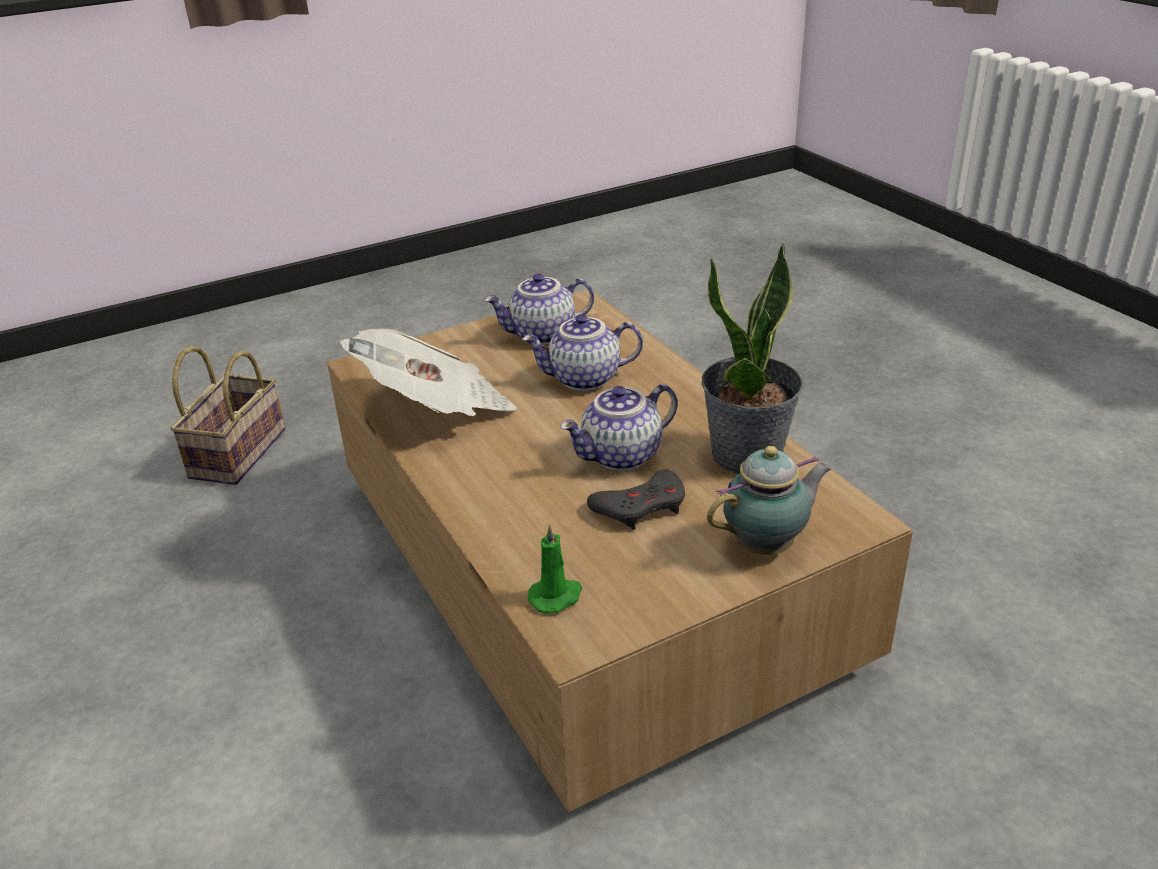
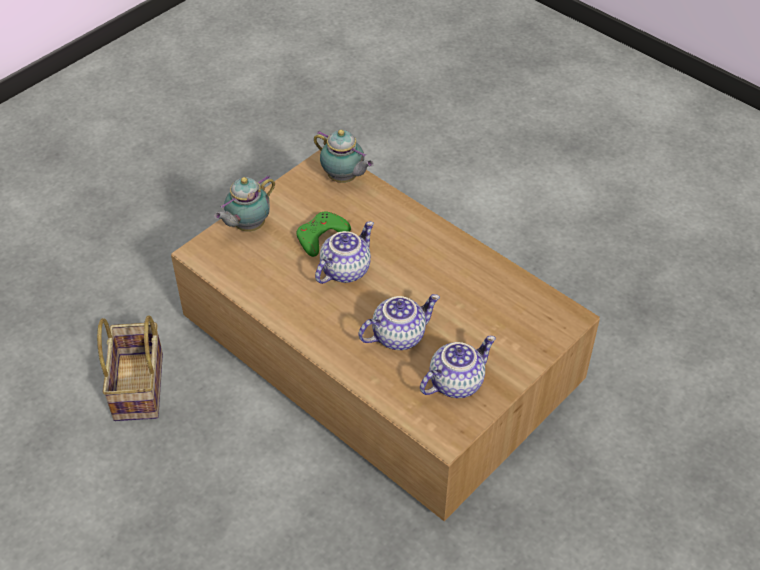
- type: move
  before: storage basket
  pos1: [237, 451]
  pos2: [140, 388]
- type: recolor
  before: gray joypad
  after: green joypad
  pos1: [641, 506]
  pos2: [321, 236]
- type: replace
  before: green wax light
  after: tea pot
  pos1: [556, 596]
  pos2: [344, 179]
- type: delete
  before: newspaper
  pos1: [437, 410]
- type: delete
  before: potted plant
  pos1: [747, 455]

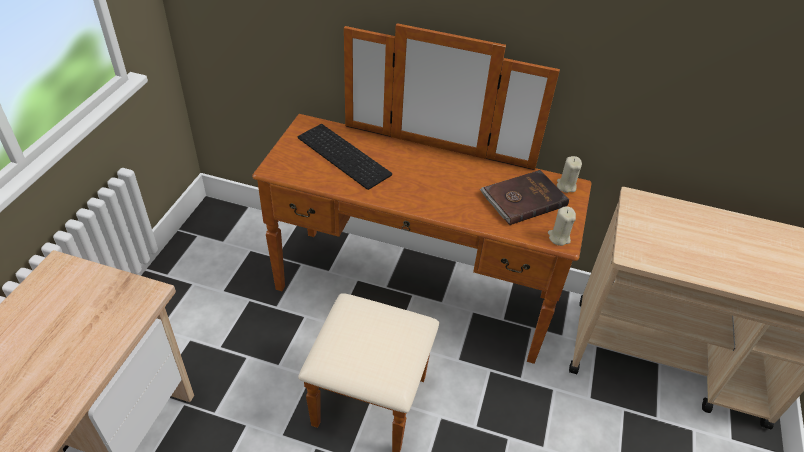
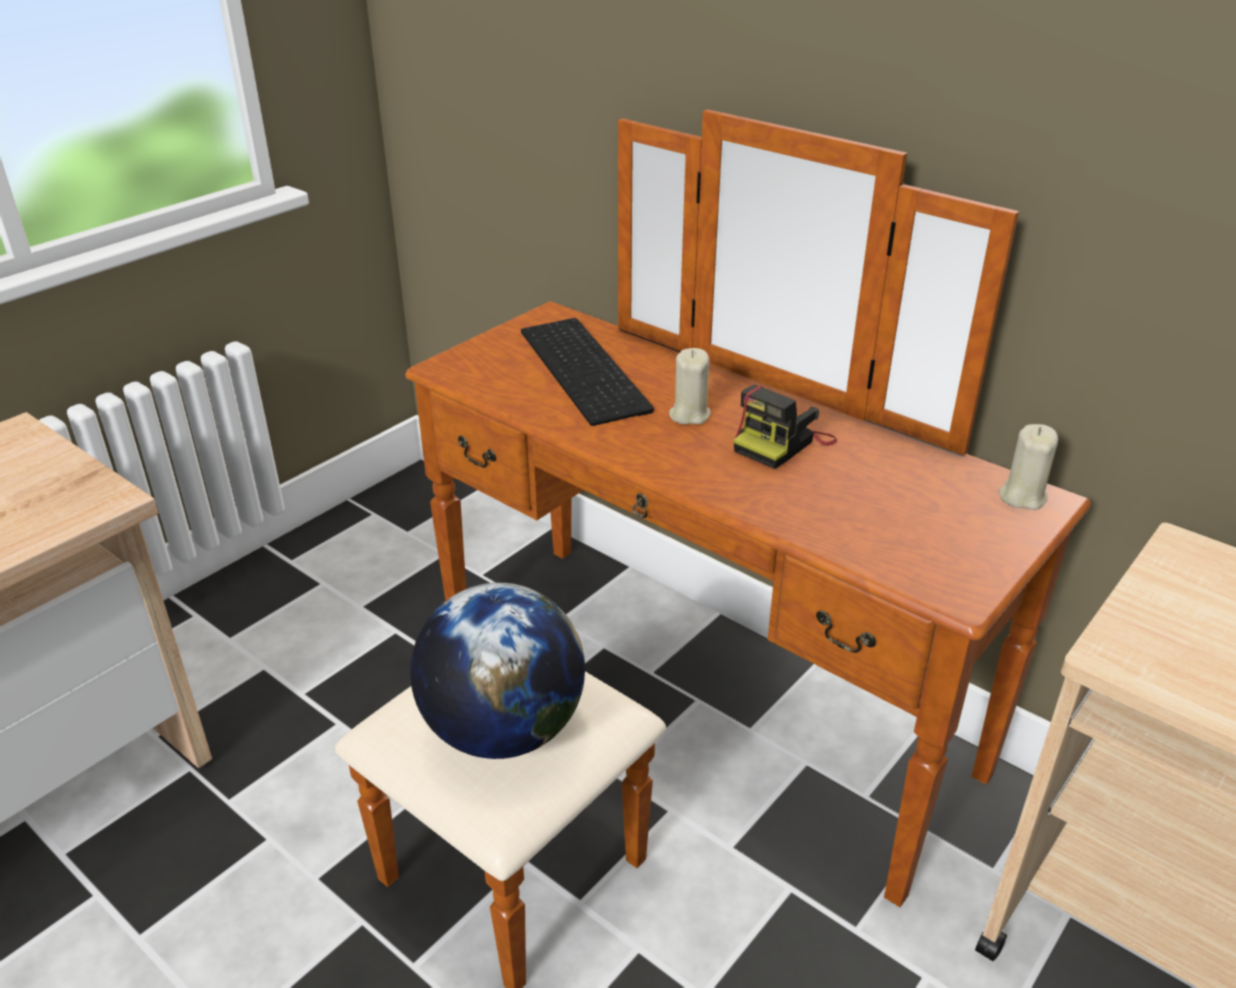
- type: insert
  after: globe
  pos2: [503, 731]
- type: move
  before: beige-coloured wax light
  pos1: [558, 237]
  pos2: [689, 414]
- type: insert
  after: still camera
  pos2: [782, 443]
- type: delete
  before: brown-coloured book
  pos1: [523, 199]

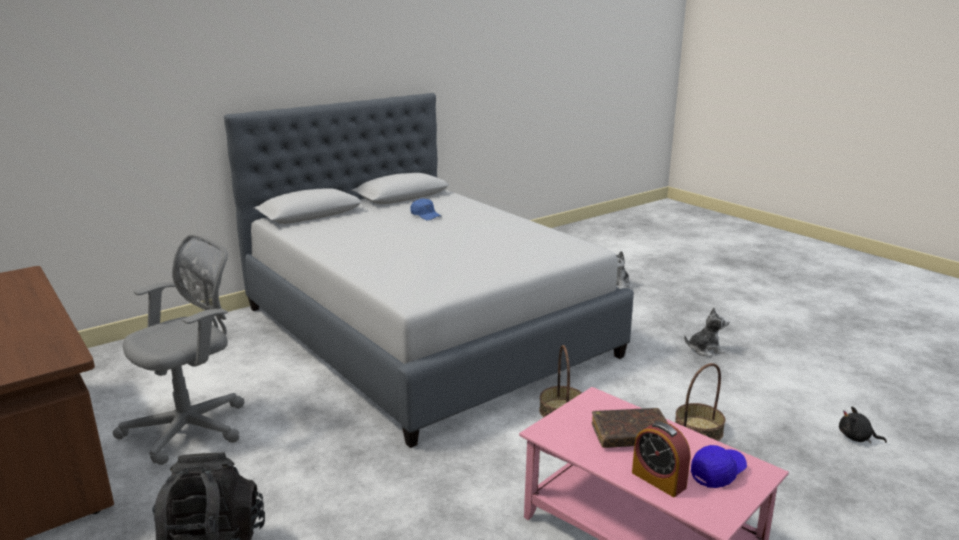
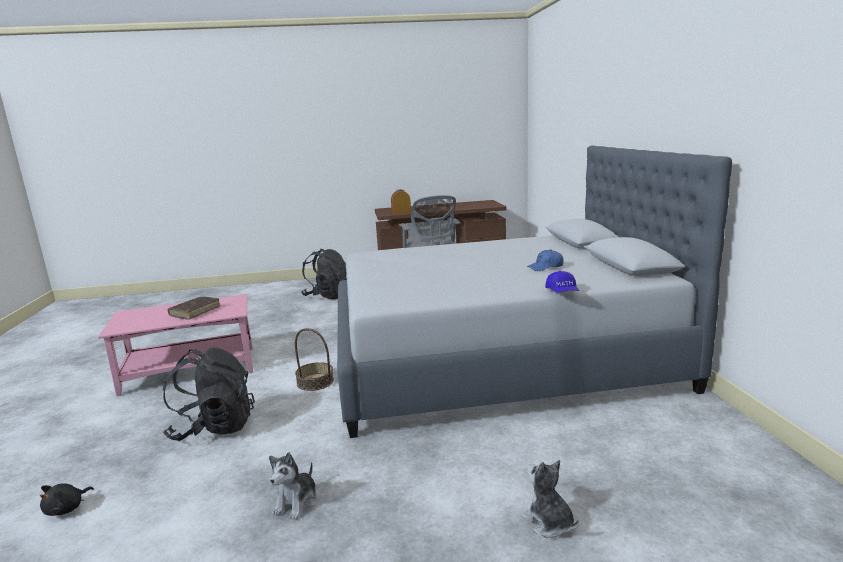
- type: rotate
  before: blackish plush toy
  pos1: [856, 438]
  pos2: [67, 509]
  turn: 150
- type: replace
  before: storage basket
  after: blackish backpack
  pos1: [698, 430]
  pos2: [214, 427]
- type: move
  before: alarm clock
  pos1: [658, 480]
  pos2: [401, 212]
- type: move
  before: blue cap
  pos1: [717, 473]
  pos2: [562, 292]

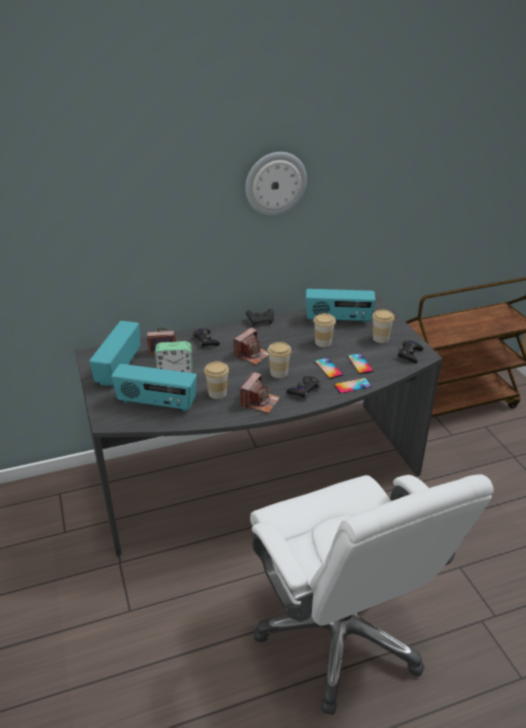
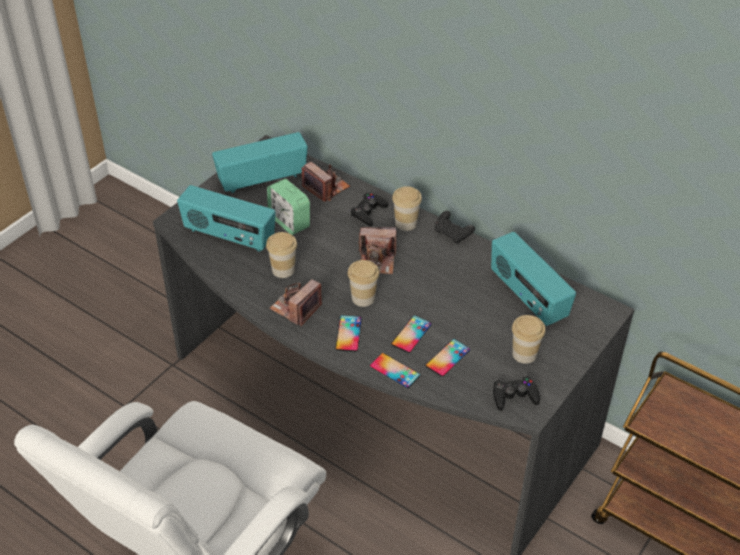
- type: rotate
  before: radio set
  pos1: [156, 403]
  pos2: [229, 237]
  turn: -45
- type: rotate
  before: still camera
  pos1: [259, 402]
  pos2: [296, 308]
  turn: 135
- type: replace
  before: blackish joypad
  after: telephone
  pos1: [304, 390]
  pos2: [348, 333]
- type: move
  before: drinking cup
  pos1: [323, 342]
  pos2: [406, 223]
- type: delete
  before: wall clock
  pos1: [275, 183]

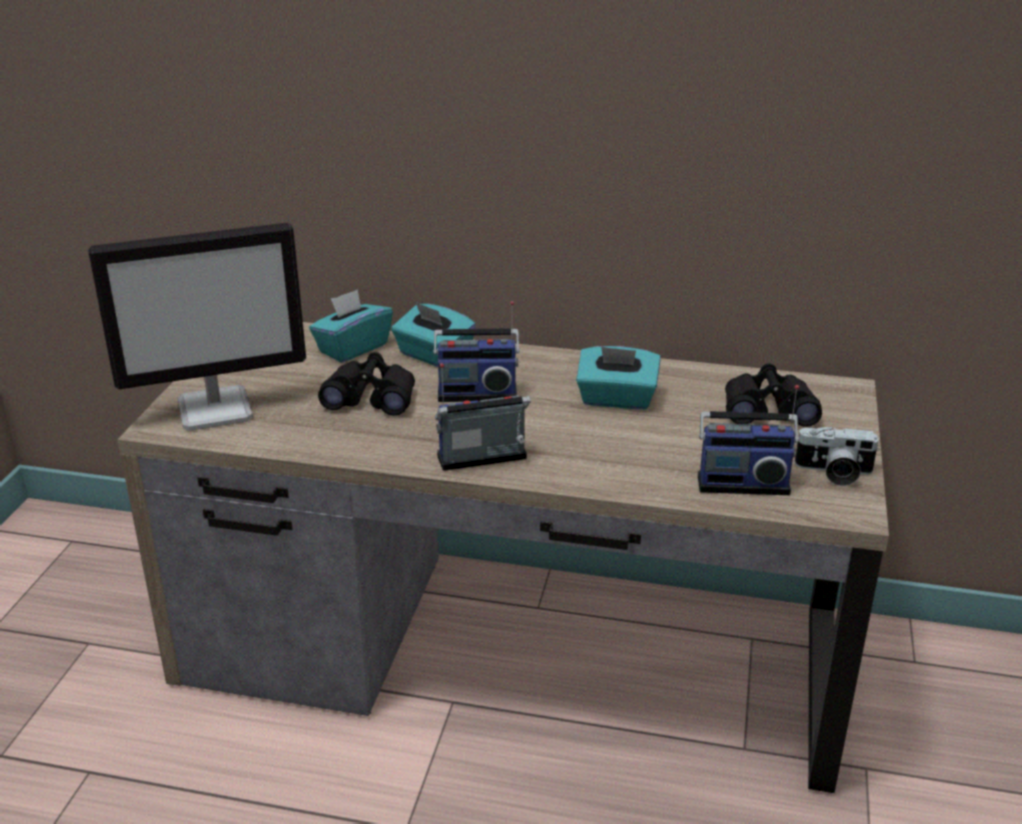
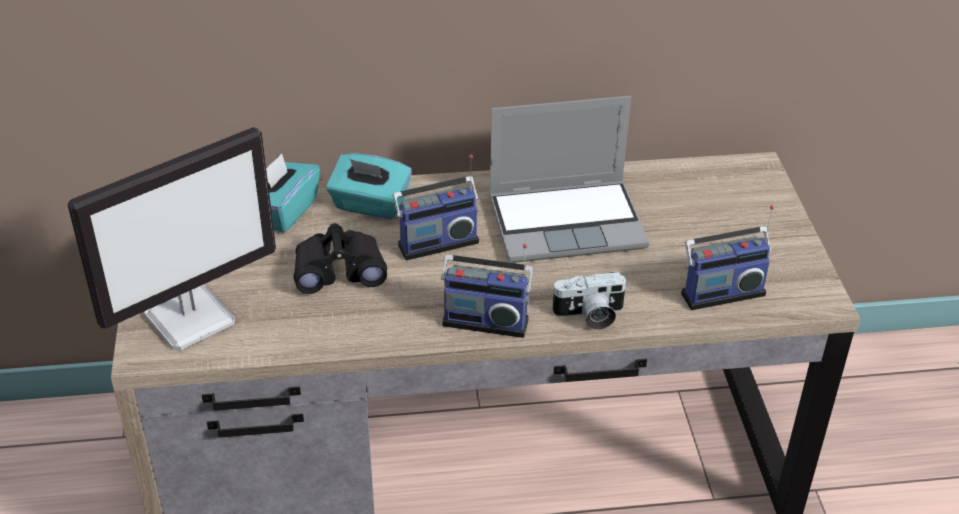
- type: rotate
  before: radio set
  pos1: [483, 460]
  pos2: [486, 319]
  turn: -135
- type: replace
  before: turquoise tissue box
  after: laptop
  pos1: [616, 399]
  pos2: [568, 222]
- type: move
  before: still camera
  pos1: [833, 473]
  pos2: [589, 316]
- type: delete
  before: blackish binoculars
  pos1: [768, 410]

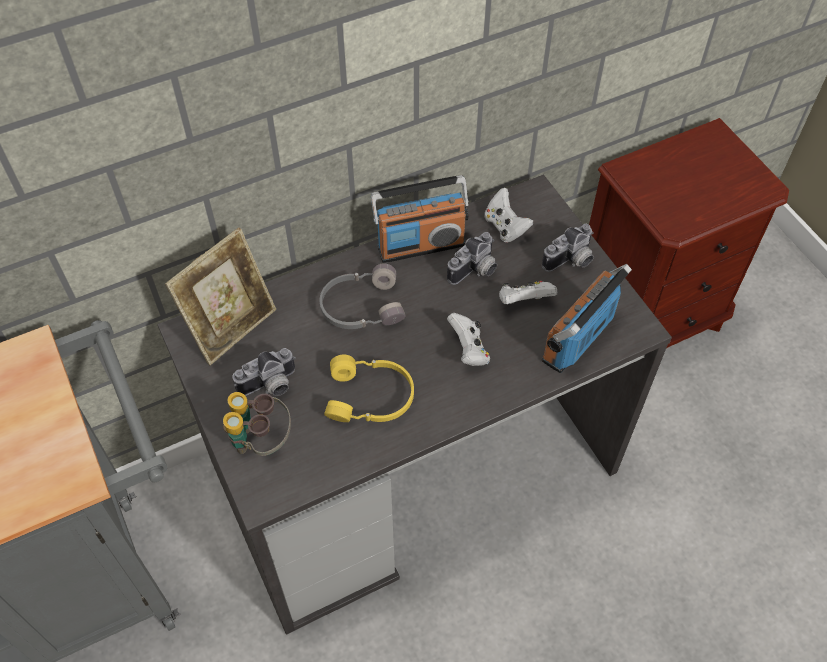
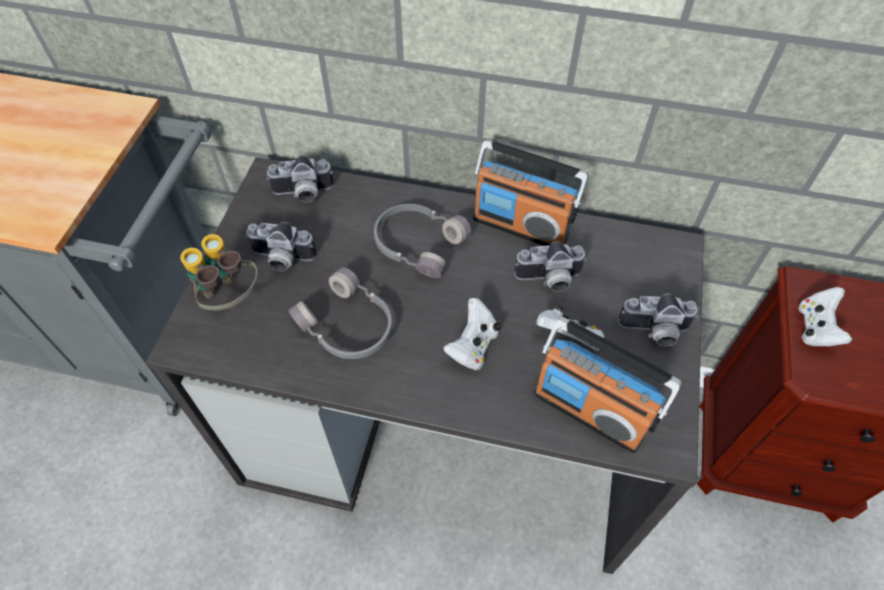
- type: replace
  before: picture frame
  after: still camera
  pos1: [232, 327]
  pos2: [303, 194]
- type: recolor
  before: yellow-coloured headset
  after: gray headset
  pos1: [370, 398]
  pos2: [347, 326]
- type: rotate
  before: radio set
  pos1: [578, 338]
  pos2: [590, 411]
  turn: -135
- type: move
  before: white joypad
  pos1: [505, 227]
  pos2: [815, 328]

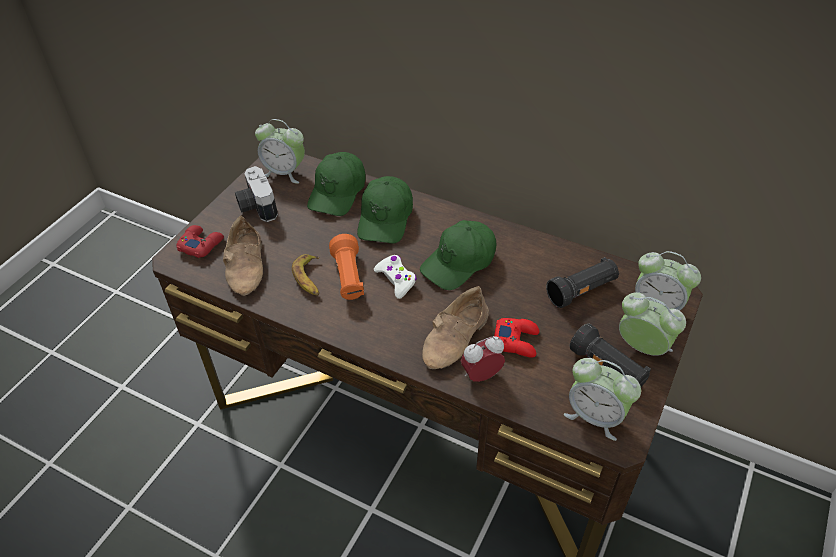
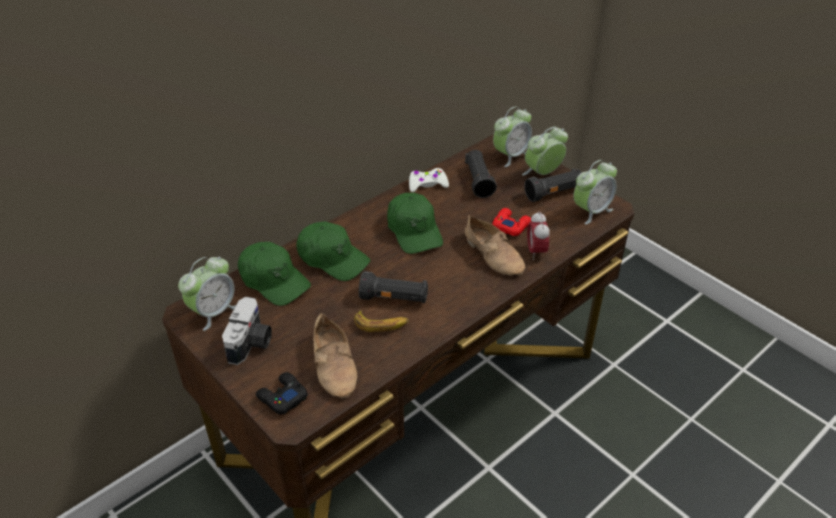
- type: rotate
  before: still camera
  pos1: [256, 206]
  pos2: [252, 343]
  turn: -75
- type: recolor
  before: reddish joypad
  after: blackish joypad
  pos1: [201, 244]
  pos2: [282, 397]
- type: rotate
  before: beige-coloured shoe
  pos1: [248, 265]
  pos2: [336, 364]
  turn: 60
- type: recolor
  before: orange-coloured torch
  after: blackish torch
  pos1: [348, 278]
  pos2: [394, 299]
- type: move
  before: white joypad
  pos1: [396, 279]
  pos2: [427, 184]

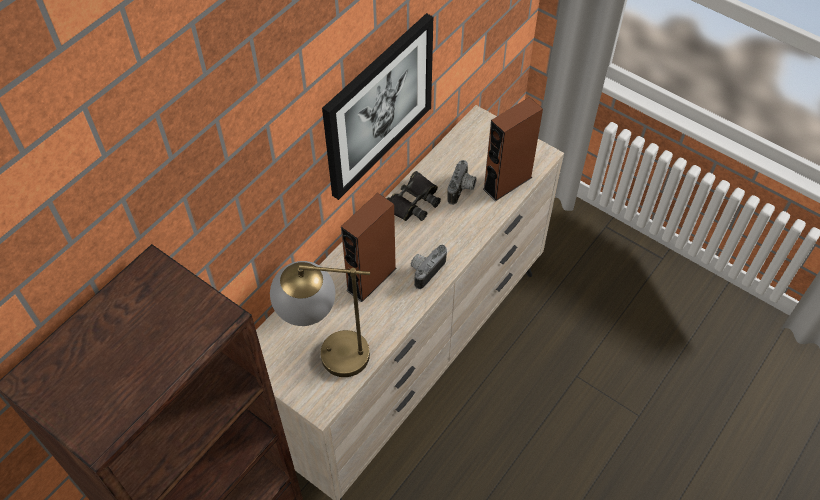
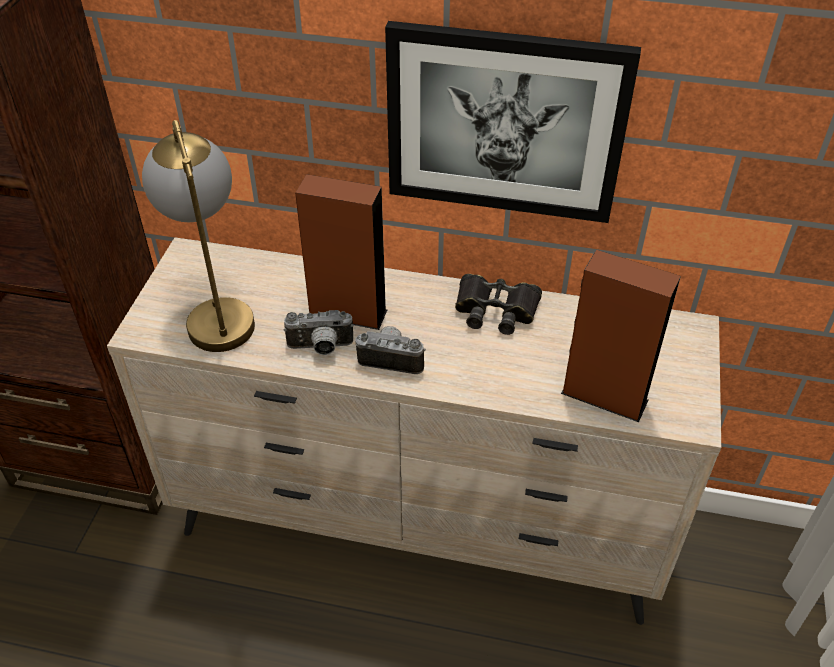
- type: move
  before: still camera
  pos1: [462, 190]
  pos2: [320, 348]

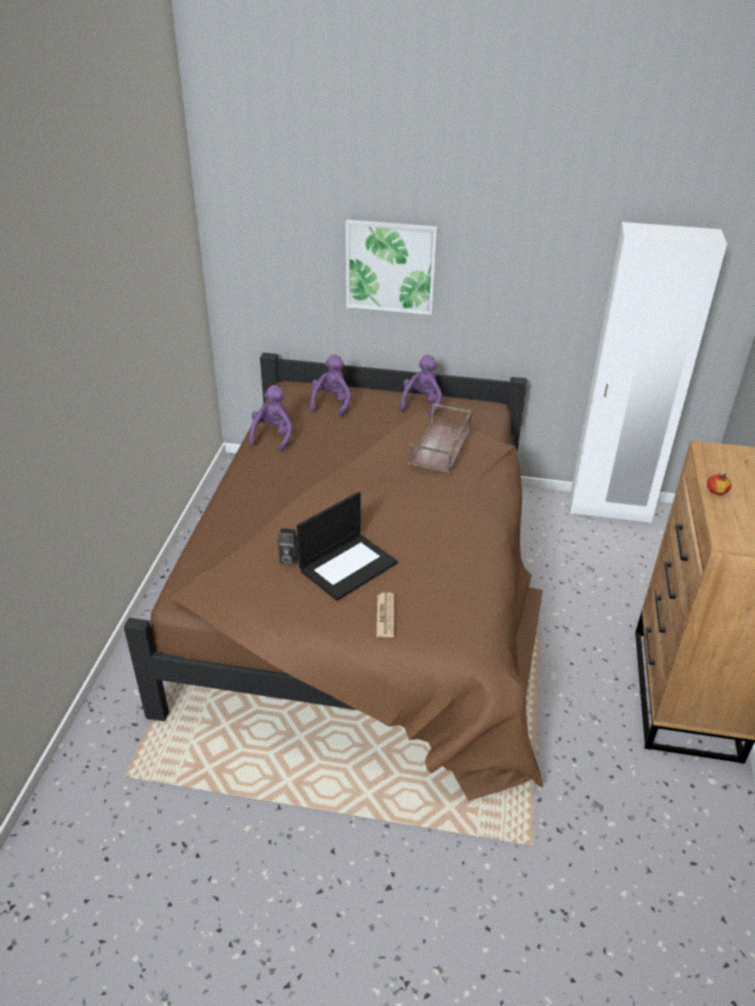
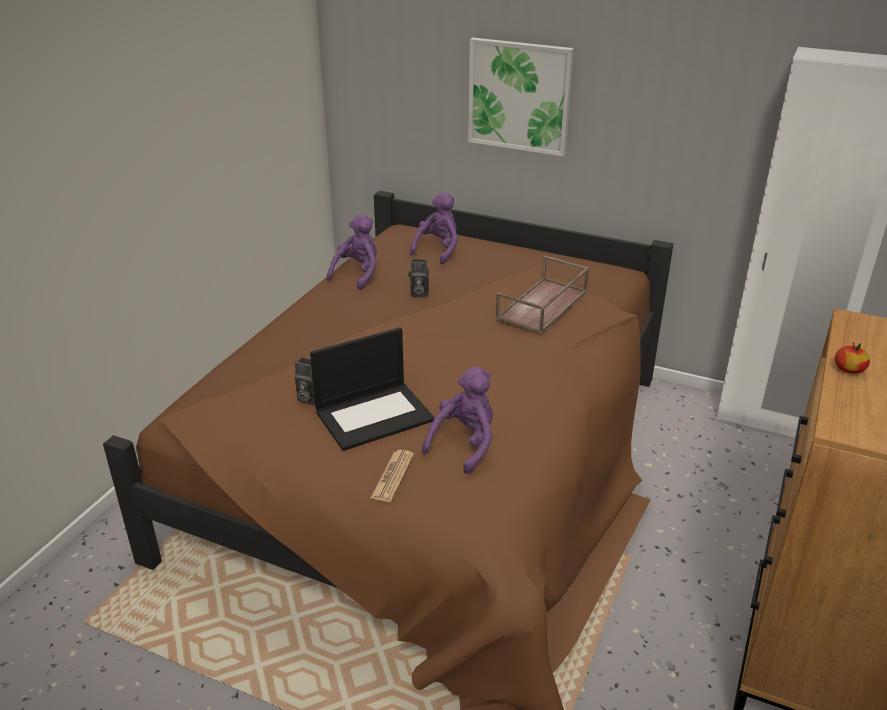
- type: insert
  after: still camera
  pos2: [418, 293]
- type: move
  before: purple plush toy
  pos1: [422, 404]
  pos2: [465, 444]

